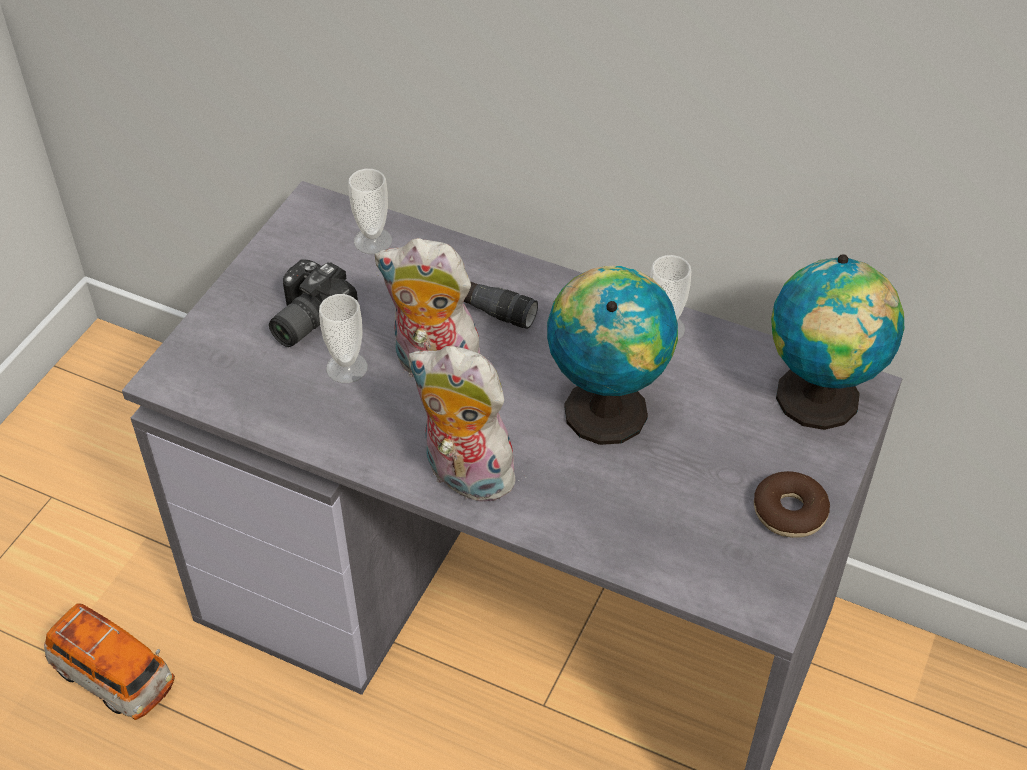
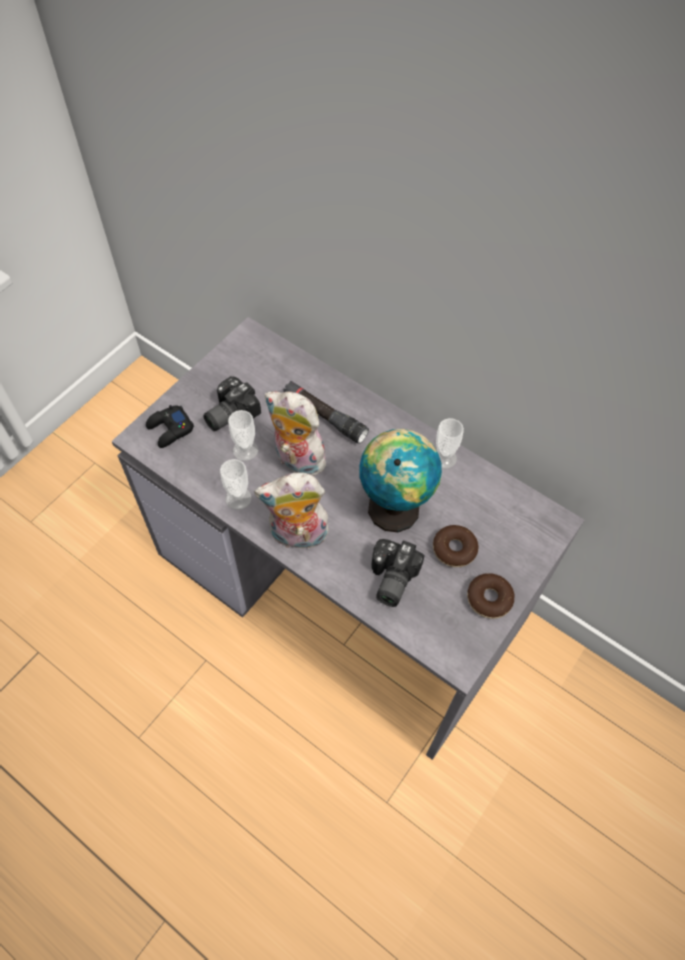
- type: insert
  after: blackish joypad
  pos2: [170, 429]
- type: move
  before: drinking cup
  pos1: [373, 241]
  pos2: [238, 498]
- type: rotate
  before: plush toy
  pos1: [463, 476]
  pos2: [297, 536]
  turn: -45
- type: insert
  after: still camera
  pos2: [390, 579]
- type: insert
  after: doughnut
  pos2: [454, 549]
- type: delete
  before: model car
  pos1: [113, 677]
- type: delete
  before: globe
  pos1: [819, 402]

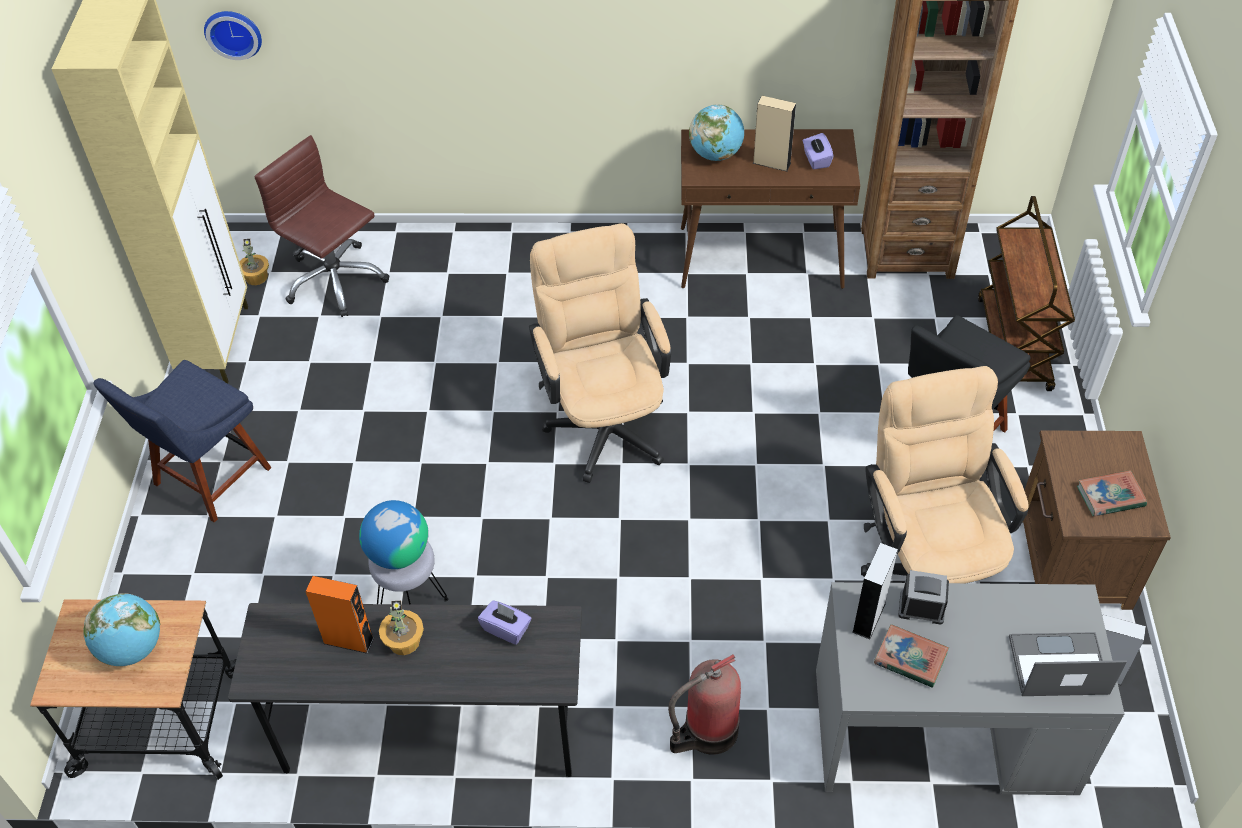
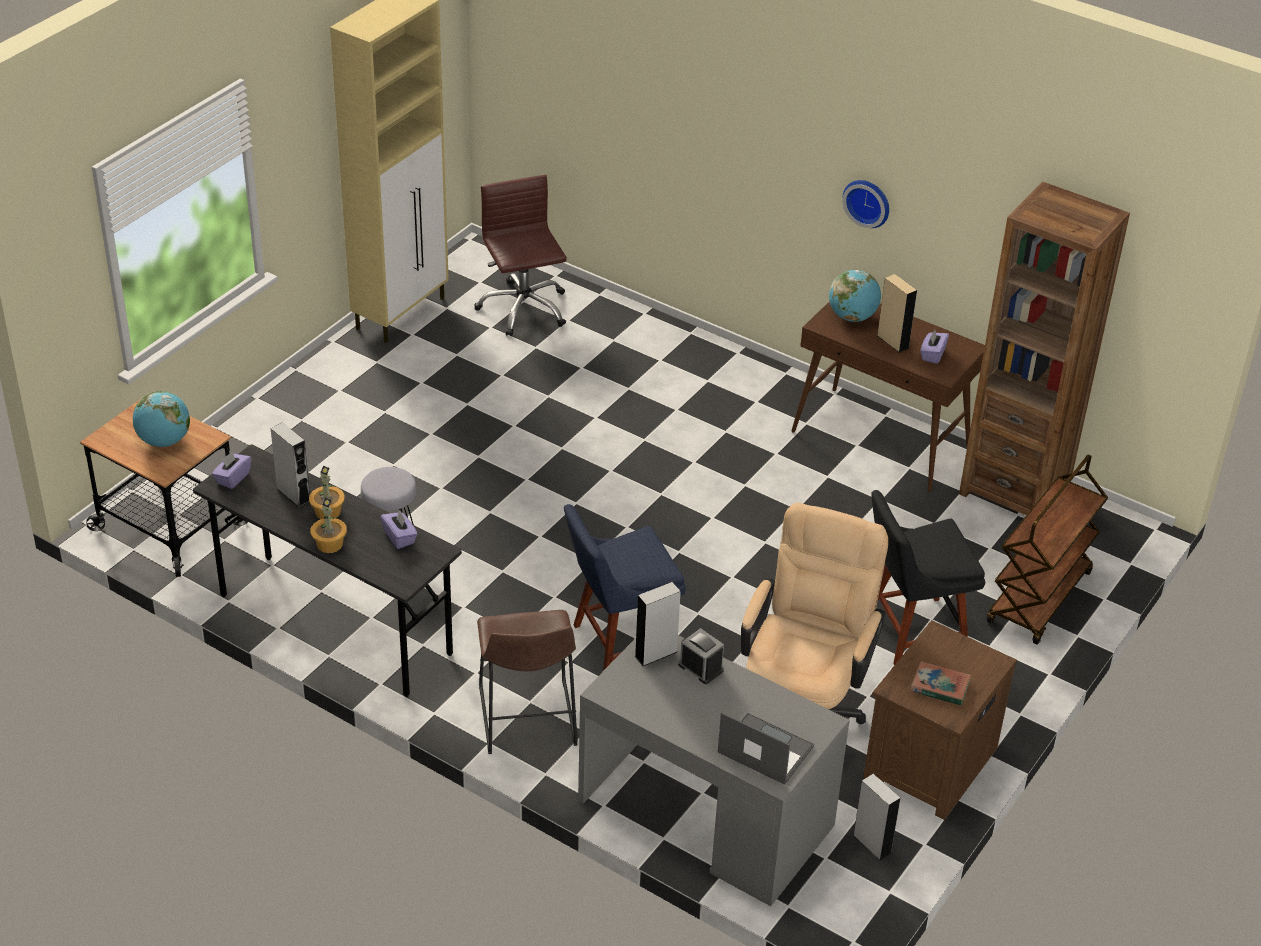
- type: insert
  after: purple tissue box
  pos2: [232, 478]
- type: recolor
  before: orange-coloured audio speaker
  after: gray audio speaker
  pos1: [348, 640]
  pos2: [293, 494]
- type: move
  before: potted plant
  pos1: [256, 277]
  pos2: [330, 544]
- type: replace
  before: extinguisher
  after: brown-coloured sitting stool
  pos1: [707, 732]
  pos2: [527, 722]
- type: move
  before: blue chair
  pos1: [208, 480]
  pos2: [619, 643]
- type: move
  before: wall clock
  pos1: [234, 32]
  pos2: [868, 202]
- type: delete
  before: globe
  pos1: [398, 553]
- type: delete
  before: beige-coloured computer chair
  pos1: [604, 420]
- type: delete
  before: book
  pos1: [910, 658]

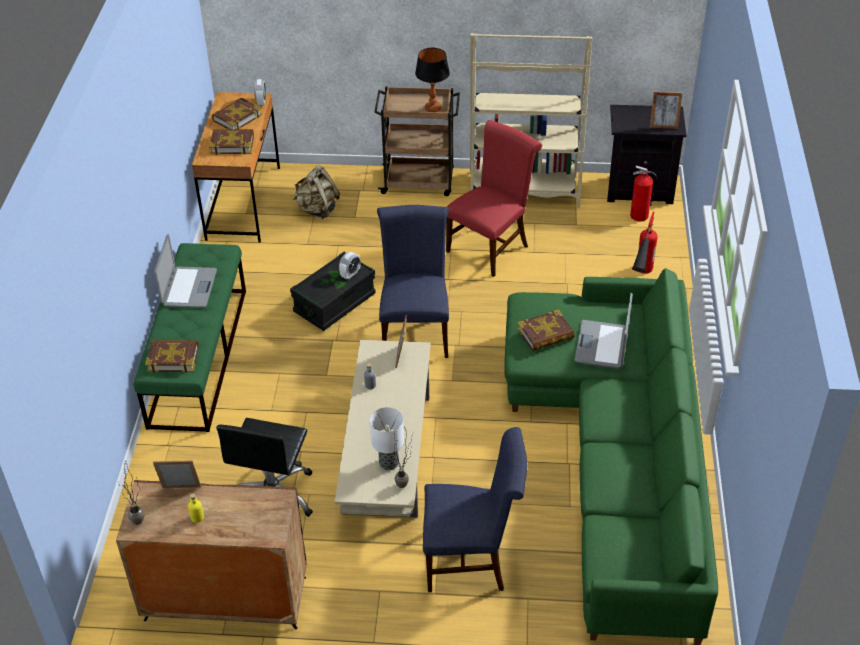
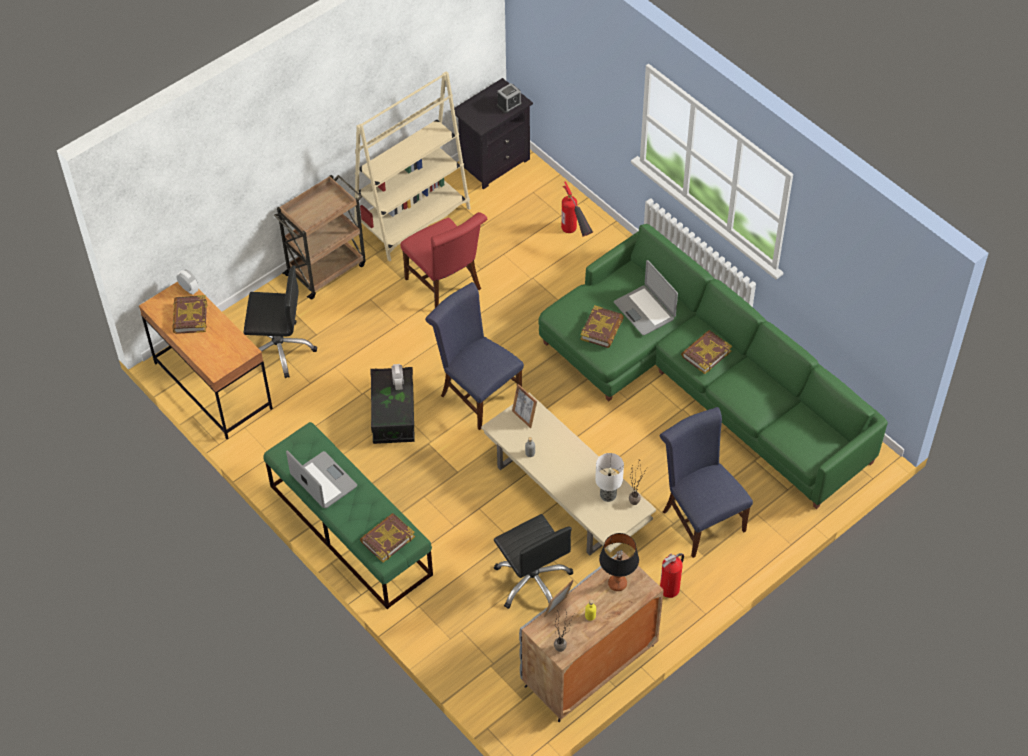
- type: replace
  before: beige-coloured backpack
  after: blackish computer chair
  pos1: [317, 210]
  pos2: [279, 349]
- type: rotate
  before: reddish chair
  pos1: [491, 246]
  pos2: [446, 286]
  turn: 150
- type: replace
  before: picture frame
  after: alarm clock
  pos1: [663, 126]
  pos2: [509, 104]
- type: recolor
  before: brown-coloured cabinet
  after: gray cabinet
  pos1: [224, 599]
  pos2: [589, 666]
- type: move
  before: table lamp
  pos1: [433, 108]
  pos2: [617, 583]
- type: rotate
  before: blue chair
  pos1: [472, 560]
  pos2: [700, 517]
  turn: -75
- type: move
  before: extinguisher
  pos1: [639, 216]
  pos2: [670, 589]
- type: move
  before: book
  pos1: [232, 144]
  pos2: [706, 353]

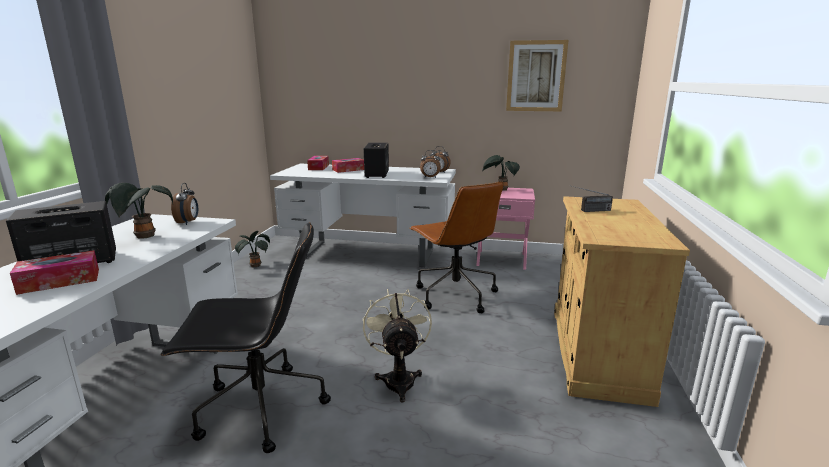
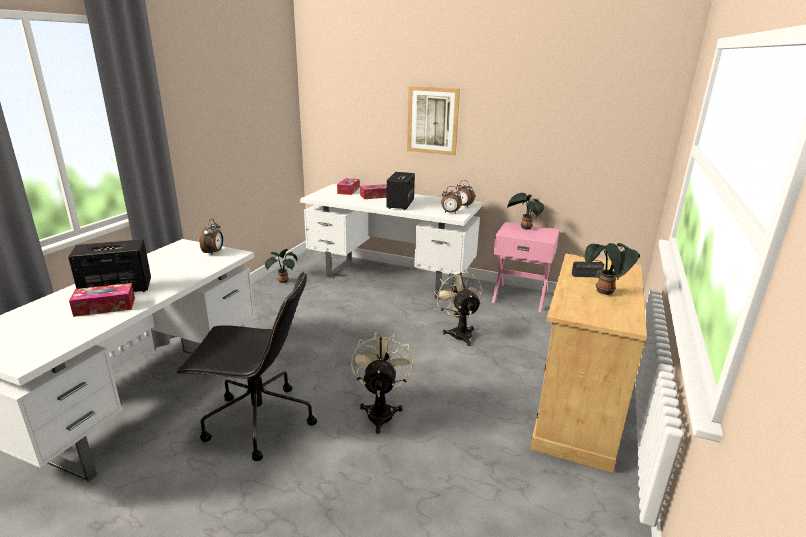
- type: move
  before: wall picture
  pos1: [536, 76]
  pos2: [432, 120]
- type: replace
  before: brown-coloured computer chair
  after: beige-coloured cooling fan
  pos1: [454, 295]
  pos2: [459, 332]
- type: move
  before: potted plant
  pos1: [144, 237]
  pos2: [605, 293]

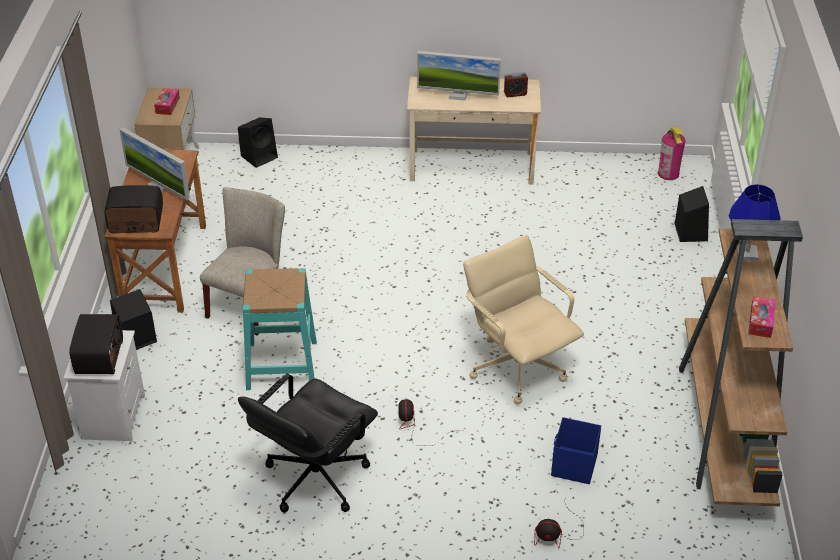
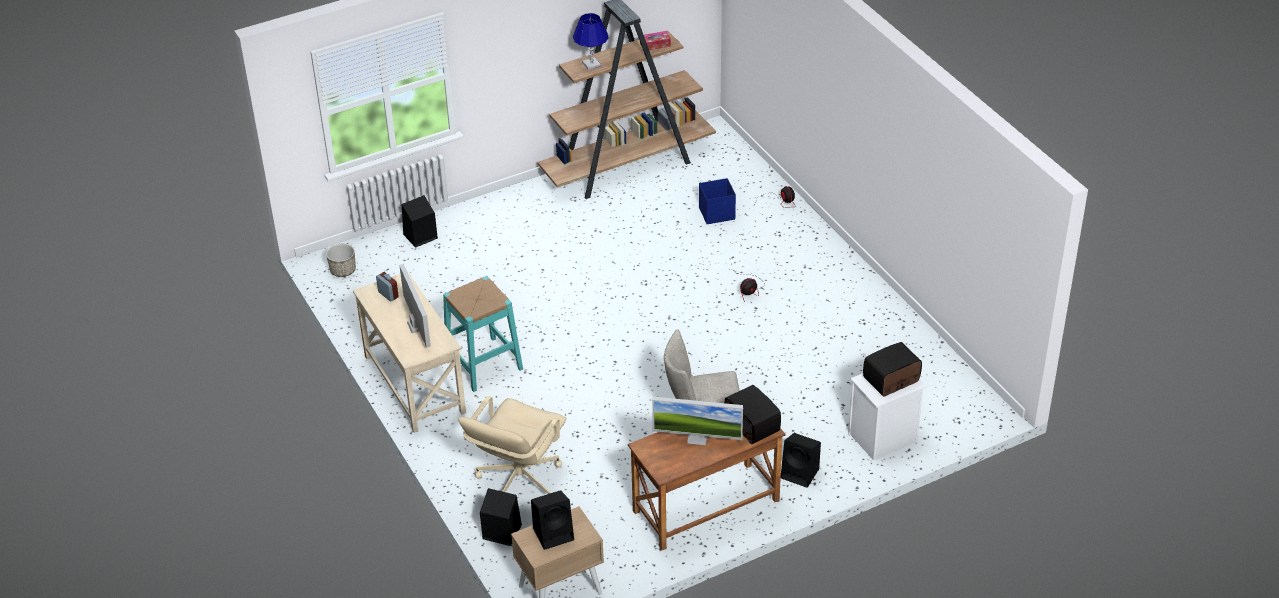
- type: replace
  before: extinguisher
  after: planter
  pos1: [668, 173]
  pos2: [343, 270]
- type: move
  before: turquoise sitting stool
  pos1: [281, 365]
  pos2: [484, 364]
- type: move
  before: beige-coloured computer chair
  pos1: [517, 367]
  pos2: [518, 481]
- type: replace
  before: tissue box
  after: blackish audio speaker
  pos1: [167, 105]
  pos2: [554, 533]
- type: rotate
  before: computer screen
  pos1: [159, 186]
  pos2: [697, 438]
  turn: 90
- type: delete
  before: blackish computer chair
  pos1: [314, 478]

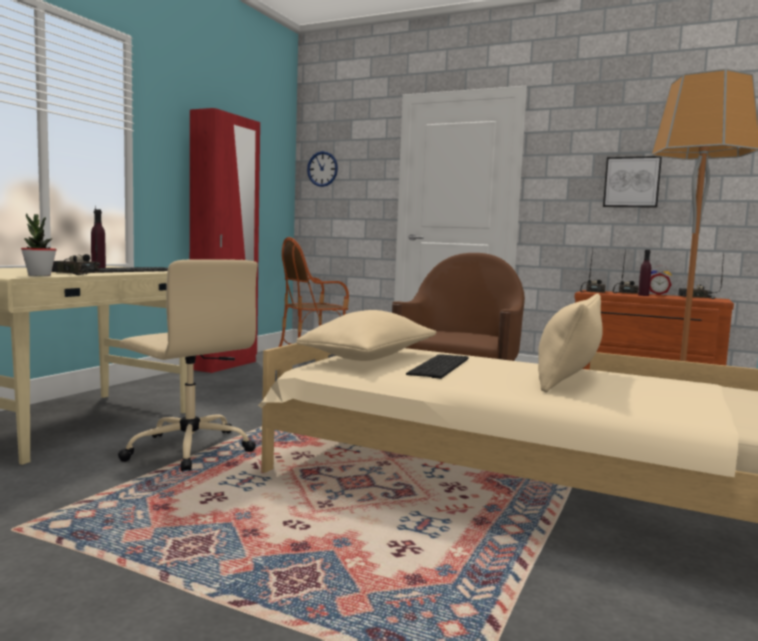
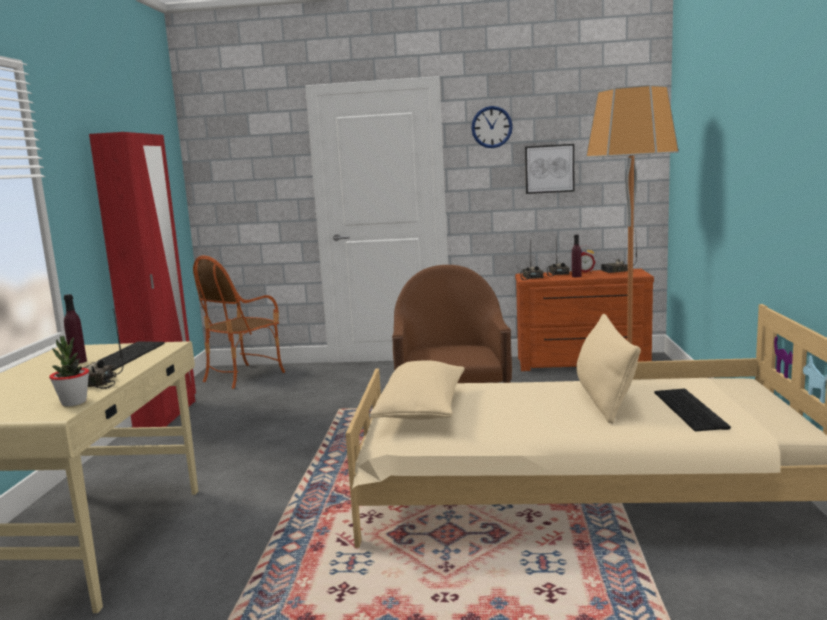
- type: move
  before: wall clock
  pos1: [322, 169]
  pos2: [491, 127]
- type: move
  before: keyboard
  pos1: [441, 366]
  pos2: [692, 409]
- type: delete
  before: beige-coloured computer chair
  pos1: [189, 449]

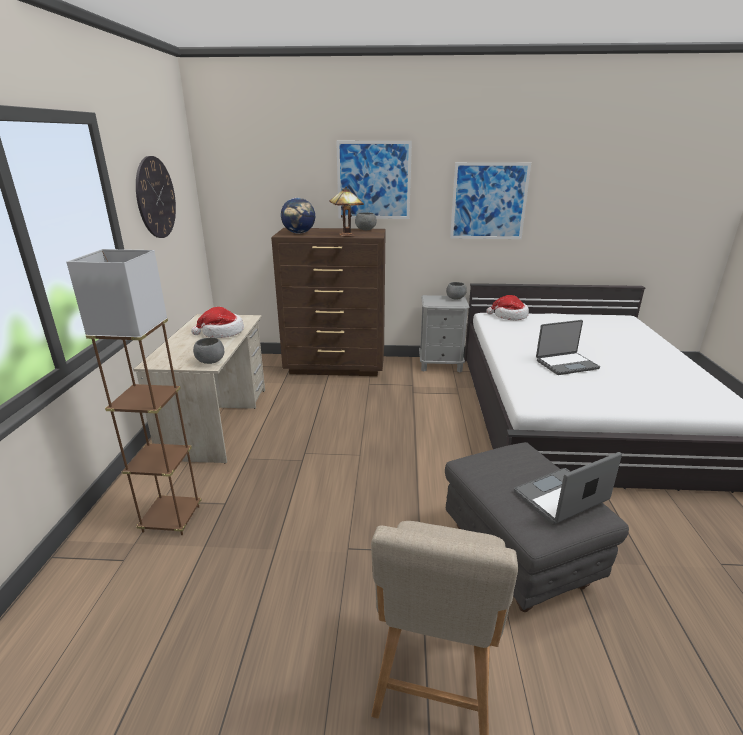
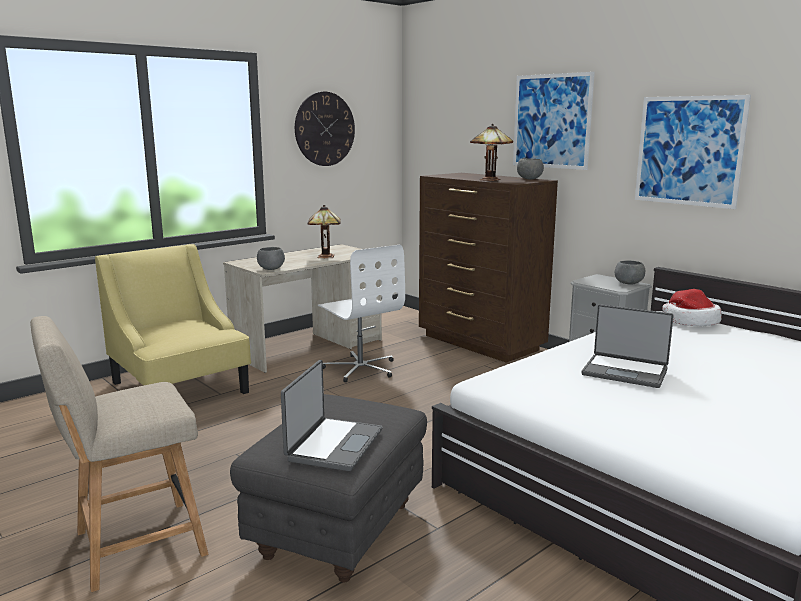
- type: replace
  before: brown-coloured standard lamp
  after: yellow-coloured lounge chair
  pos1: [171, 519]
  pos2: [180, 387]
- type: rotate
  before: laptop
  pos1: [561, 498]
  pos2: [333, 445]
  turn: 90
- type: replace
  before: wearable hat
  after: table lamp
  pos1: [221, 332]
  pos2: [324, 257]
- type: insert
  after: white computer chair
  pos2: [360, 368]
- type: delete
  before: globe
  pos1: [299, 233]

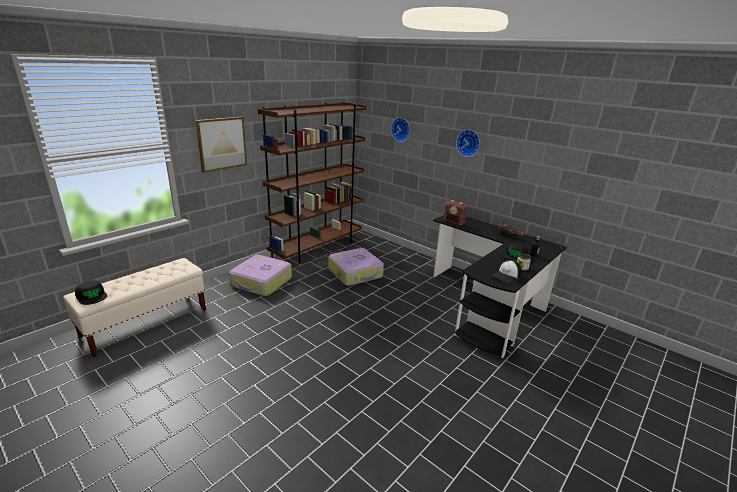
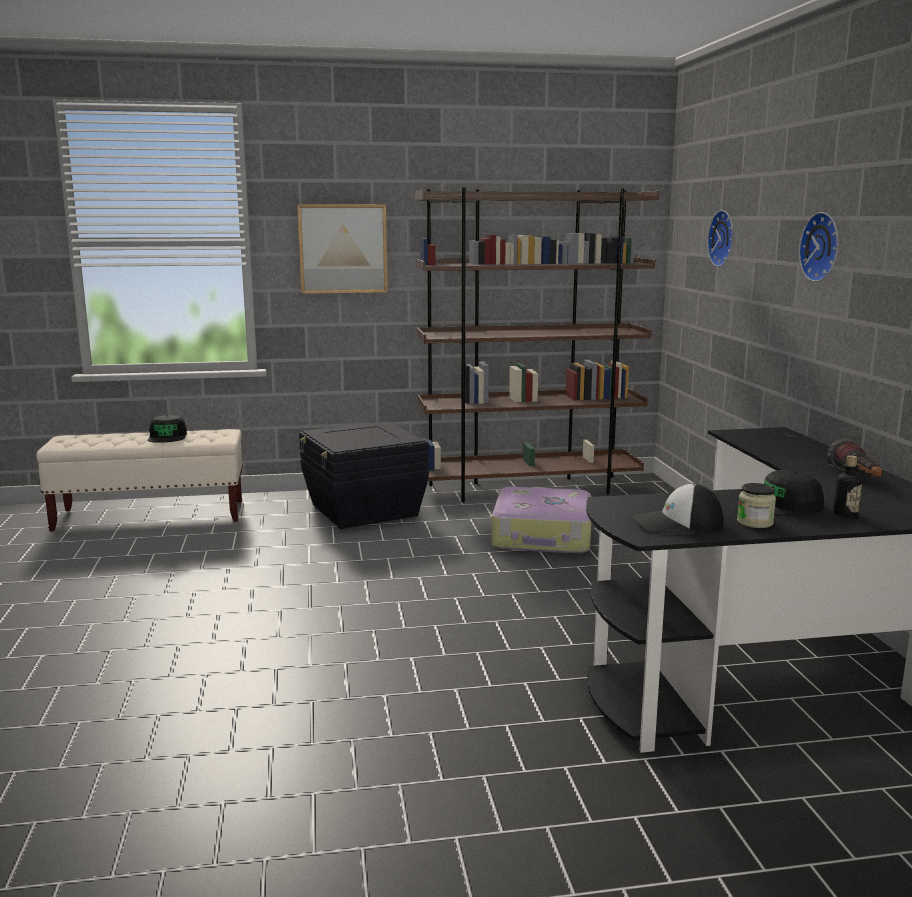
- type: move
  before: blackish cap
  pos1: [92, 296]
  pos2: [167, 437]
- type: replace
  before: suitcase
  after: blackish storage container
  pos1: [261, 282]
  pos2: [363, 510]
- type: delete
  before: radio set
  pos1: [454, 222]

